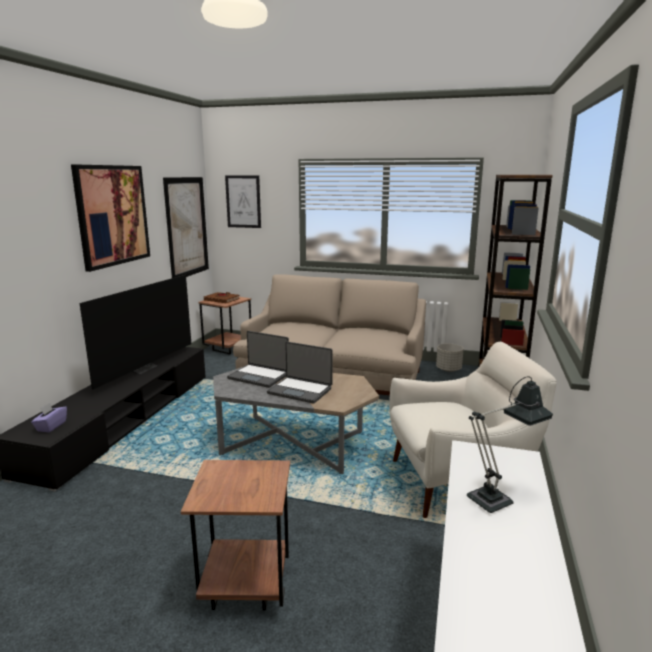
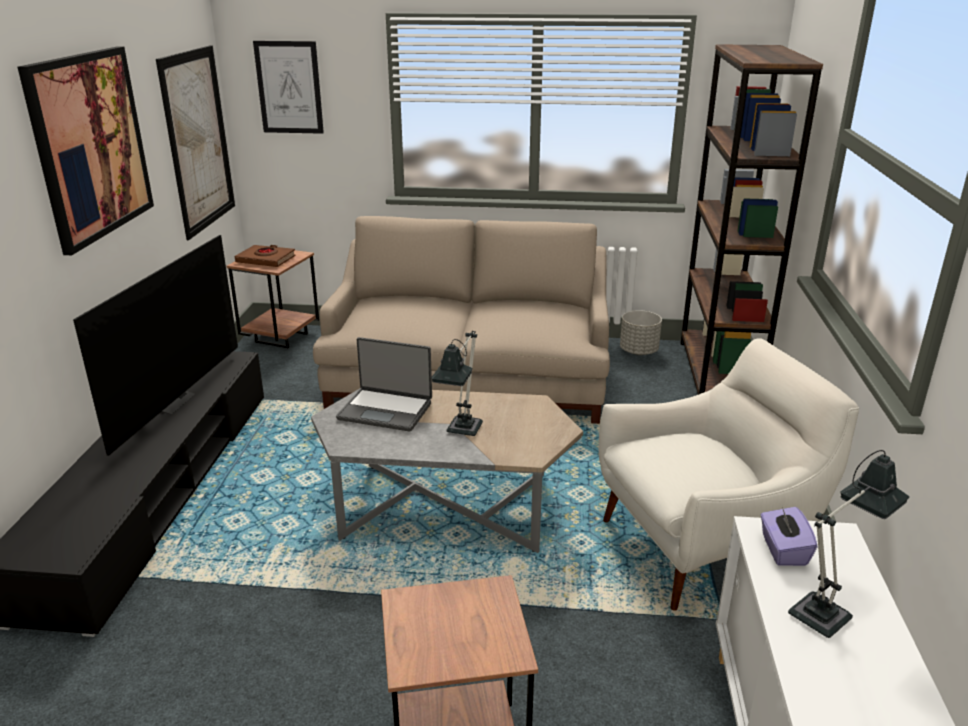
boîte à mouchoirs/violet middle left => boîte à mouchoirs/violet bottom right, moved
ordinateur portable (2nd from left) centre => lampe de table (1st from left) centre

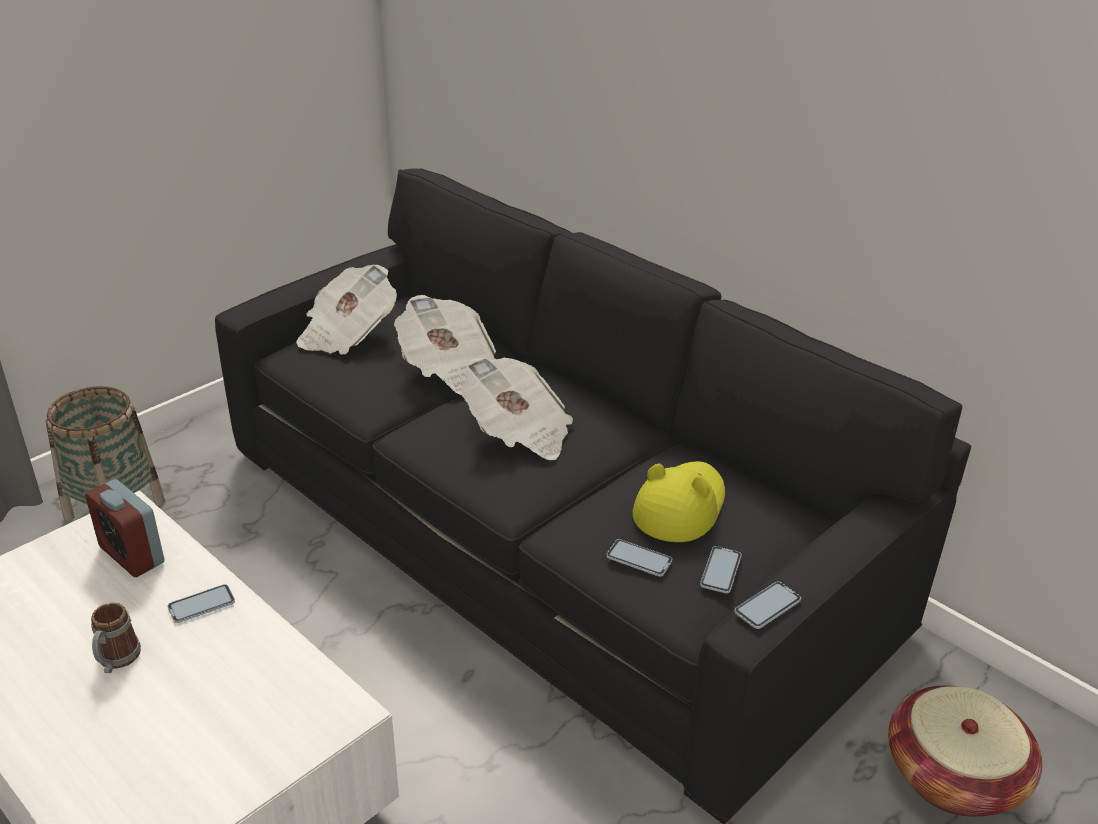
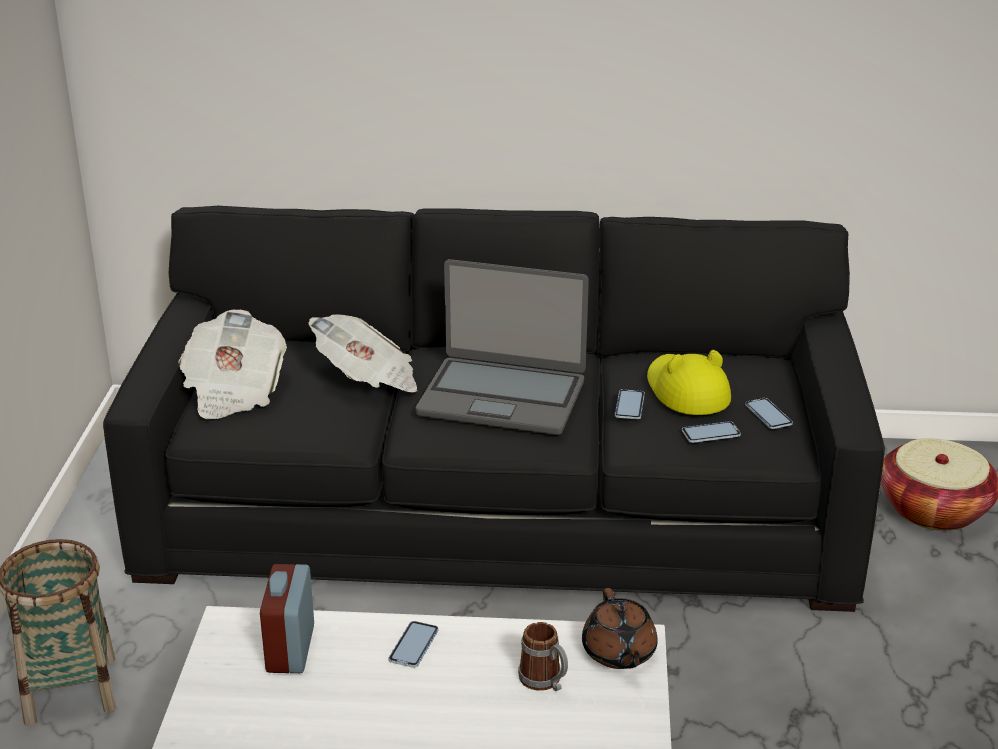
réveil middle left => réveil bottom left, 90 degrees clockwise
mug bottom left => mug bottom centre, moved
journal (3rd from left) centre => ordinateur portable centre
téléphone (4th from left in the first image) bottom right => téléphone (2nd from left) centre, moved
nothing => théière/marron bottom centre

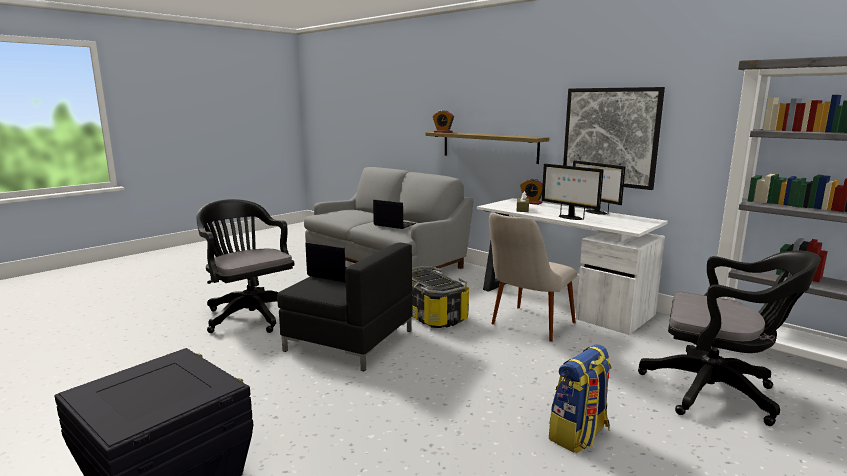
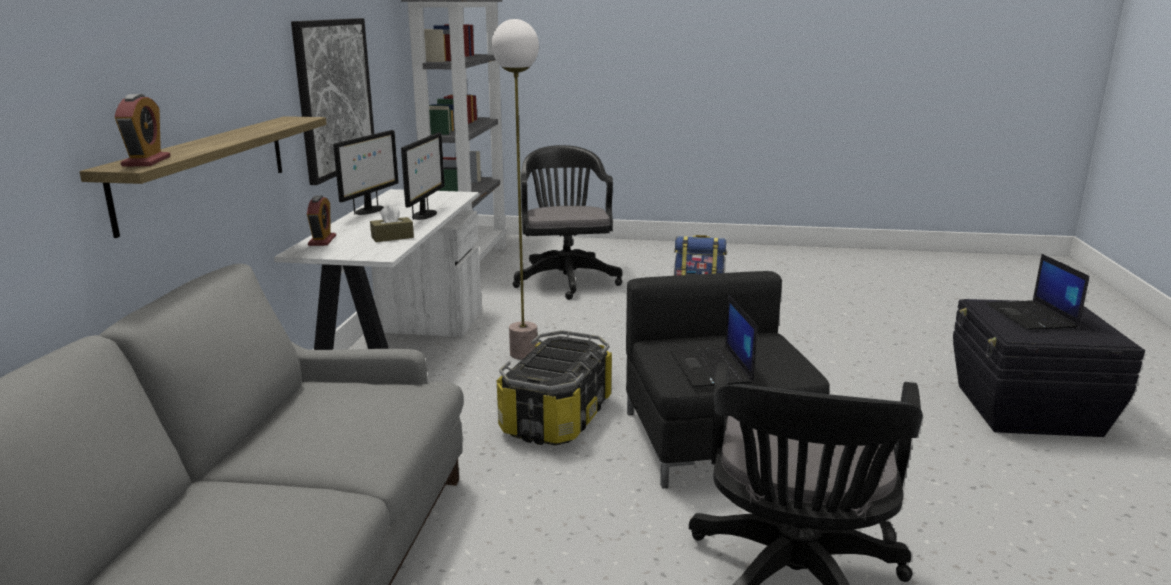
ordinateur portable (2nd from left) centre => ordinateur portable (2nd from left) middle right, moved
chaise/beige centre => lampadaire top centre

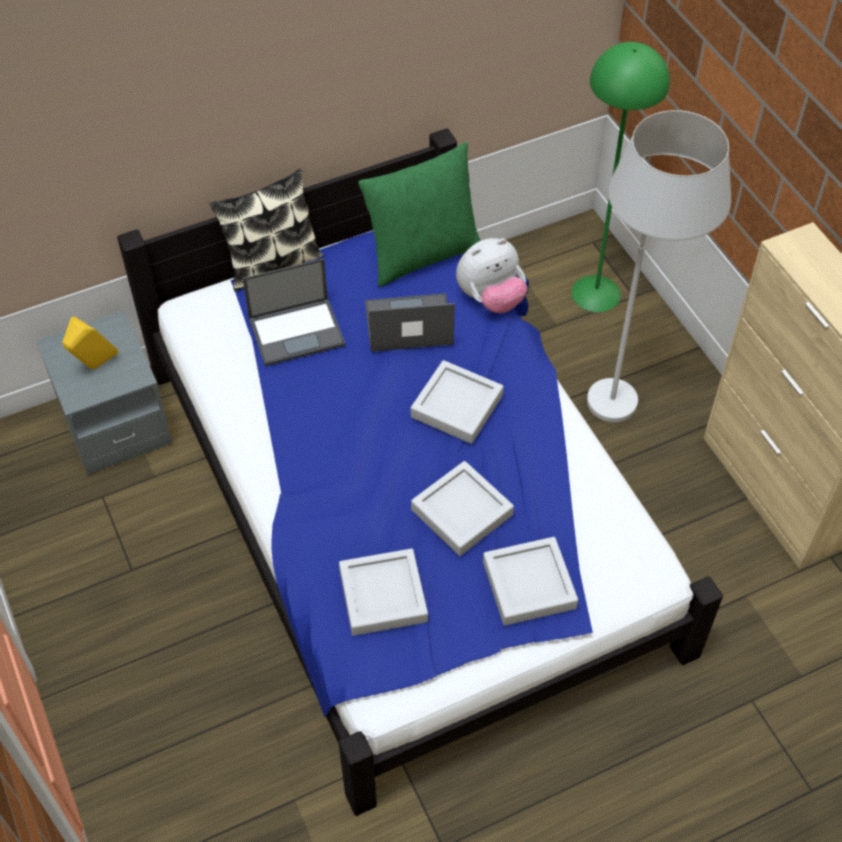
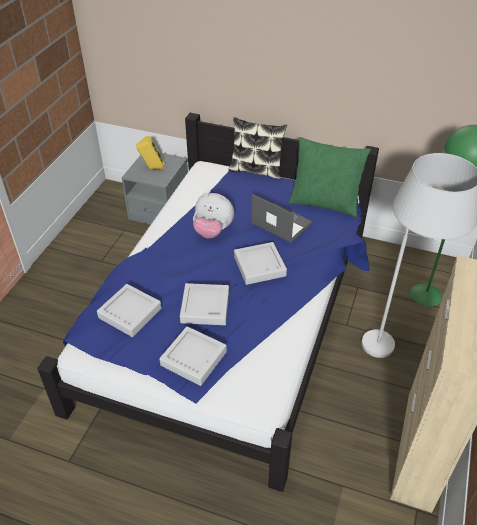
ordinateur portable (1st from left) centre => nothing
peluche top centre => peluche centre, moved

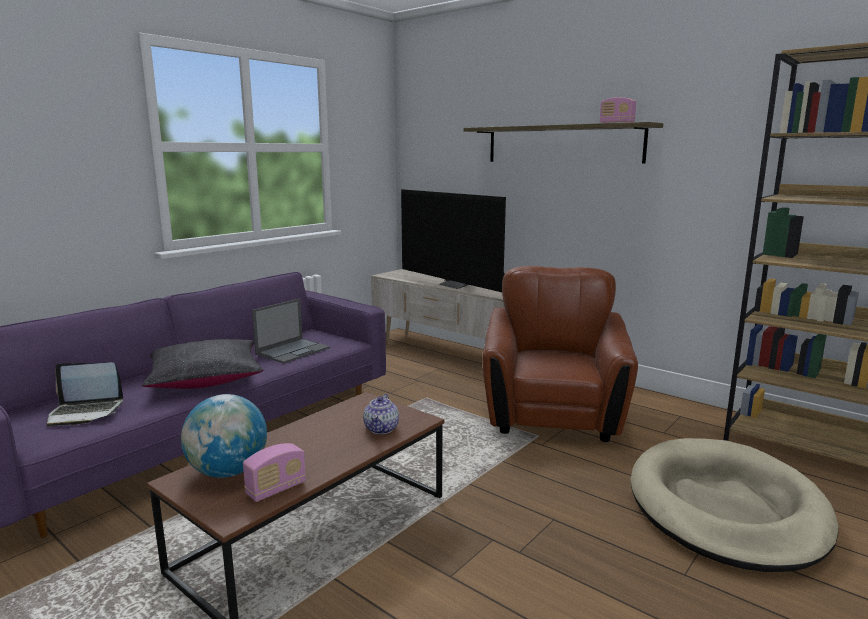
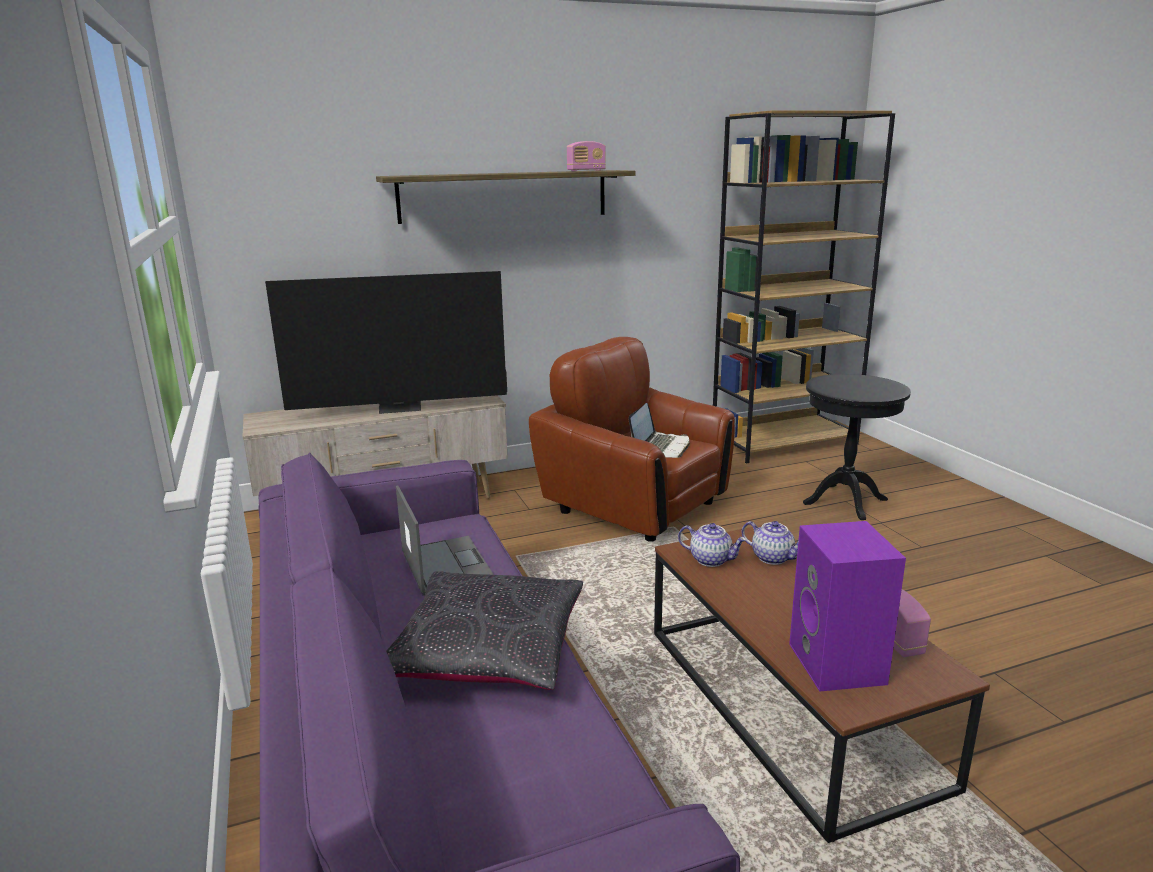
ordinateur portable (1st from left in the first image) middle left => ordinateur portable (2nd from left) centre, moved
globe bottom left => enceinte/violet bottom right
panier pour chien/beige bottom right => table d'appoint/noir middle right
nothing => théière (1st from left) centre

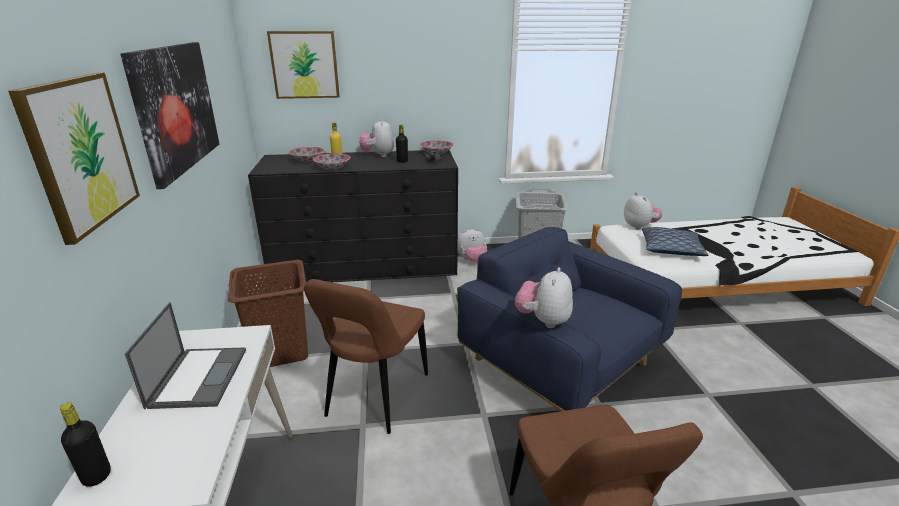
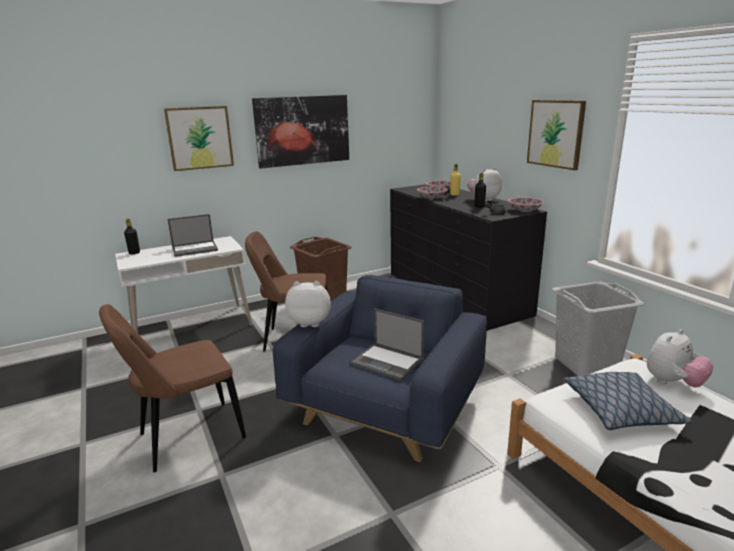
tableau (3rd from left) top centre => tableau (3rd from left) top right, moved
peluche (2nd from left) centre => nothing
nothing => ordinateur portable (2nd from left) centre

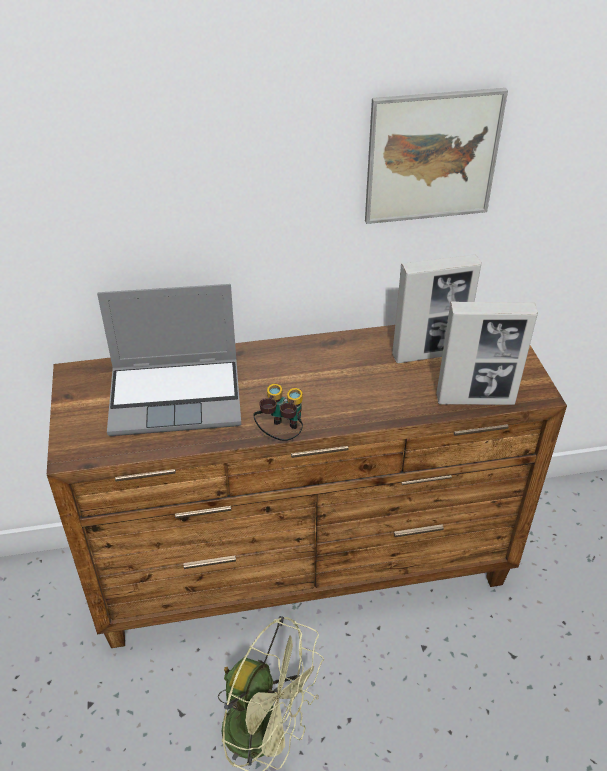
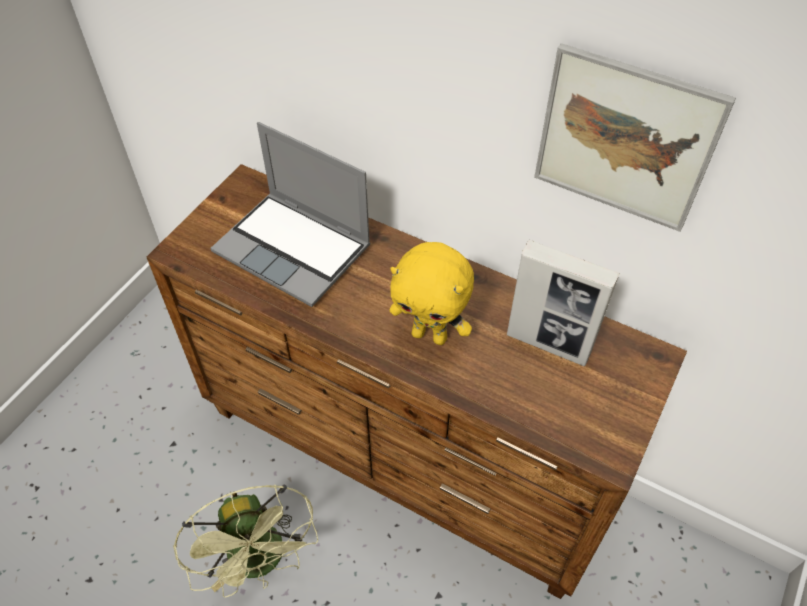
jumelles centre => nothing
cadre photo (2nd from left) middle right => nothing
nothing => peluche/jaune centre

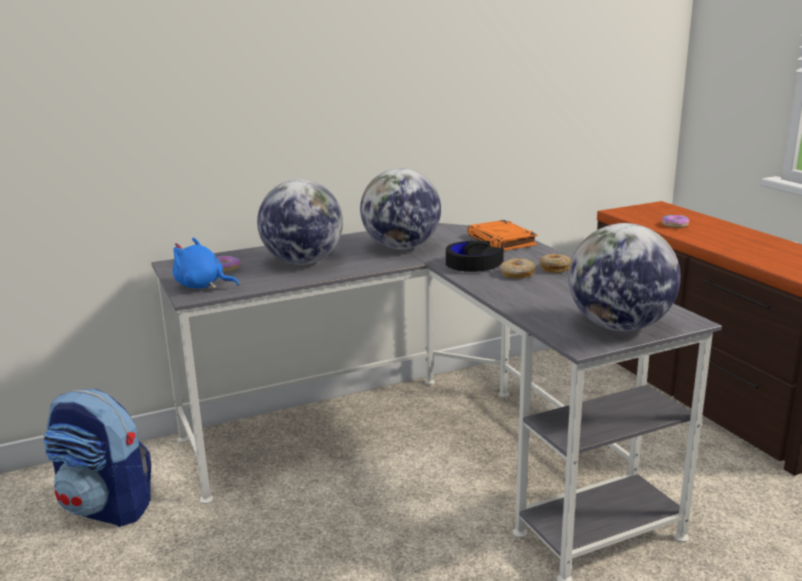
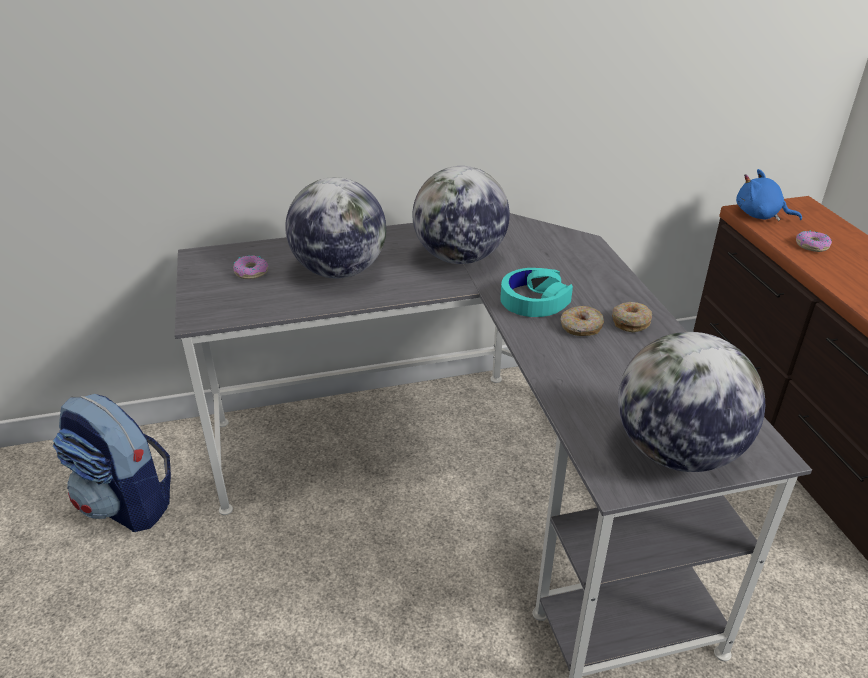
peluche/bleu middle left => peluche/bleu top right, moved
casque audio/noir centre => casque audio/turquoise centre
livre/orange centre => nothing

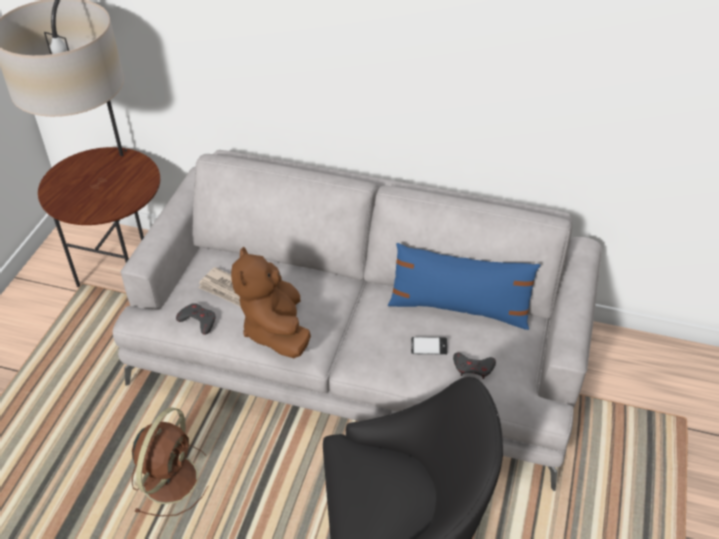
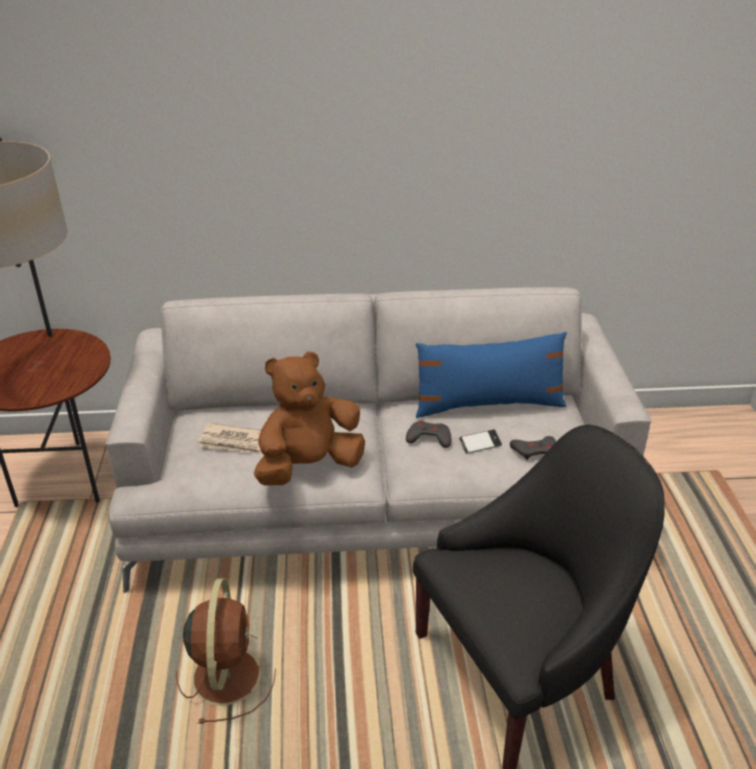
manette/gris (1st from left) middle left => manette/gris (1st from left) centre, moved
peluche/marron centre, 90 degrees clockwise

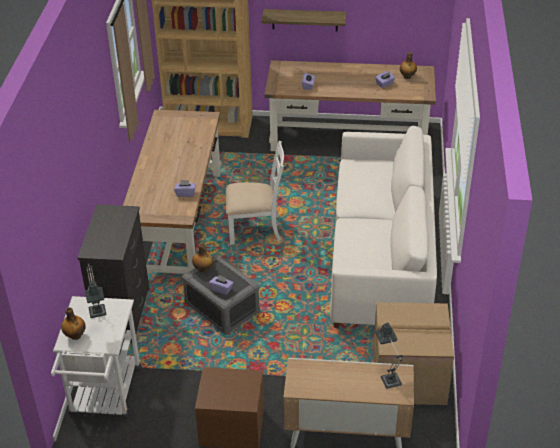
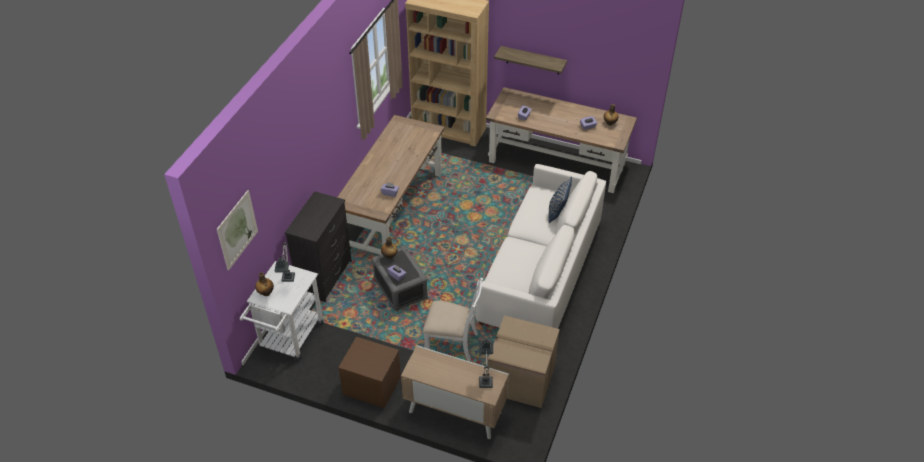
chaise/blanc centre => chaise/blanc bottom centre, moved
nothing => tableau middle left
nothing => coussin/bleu centre

